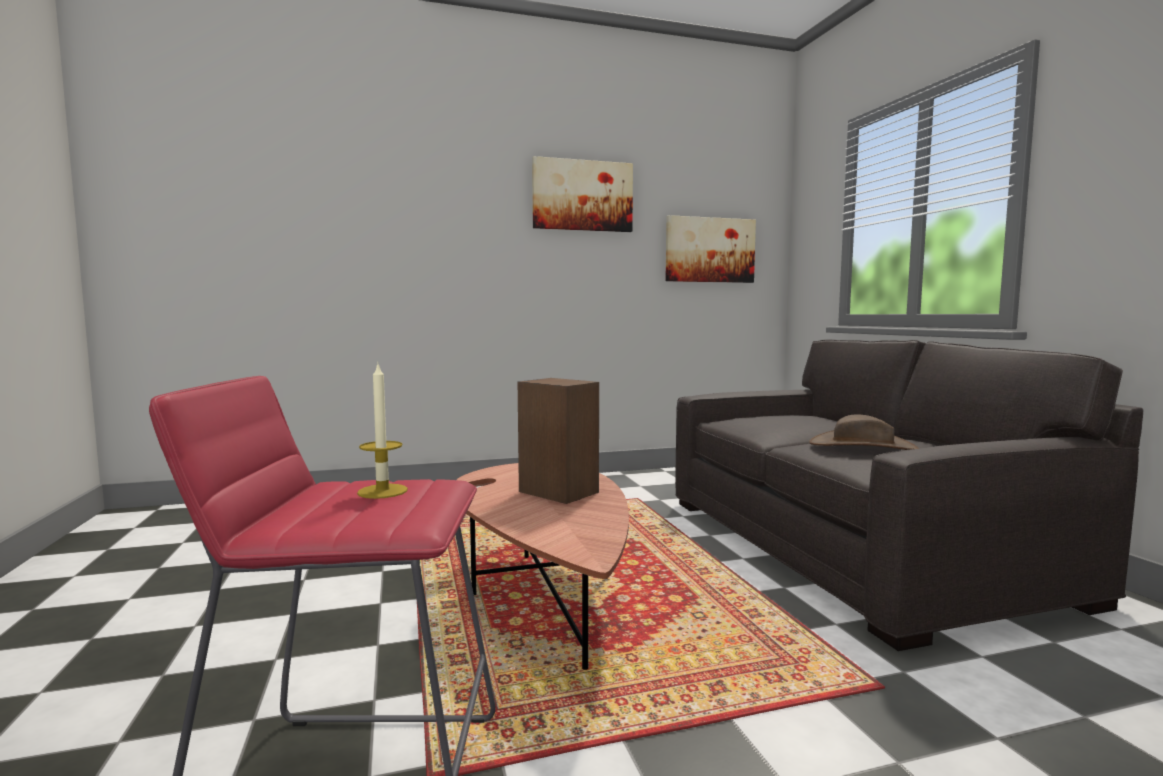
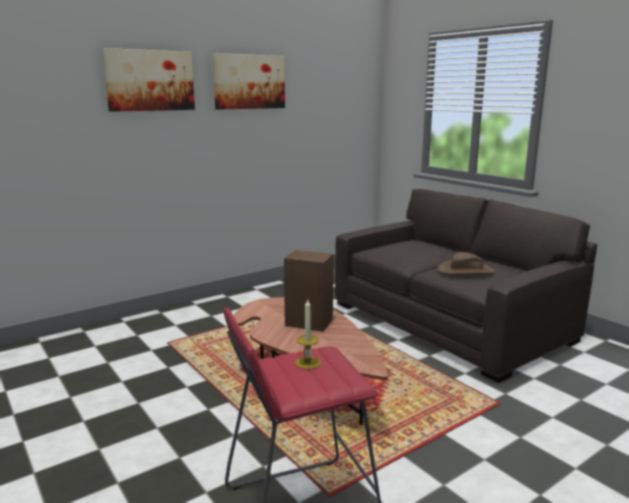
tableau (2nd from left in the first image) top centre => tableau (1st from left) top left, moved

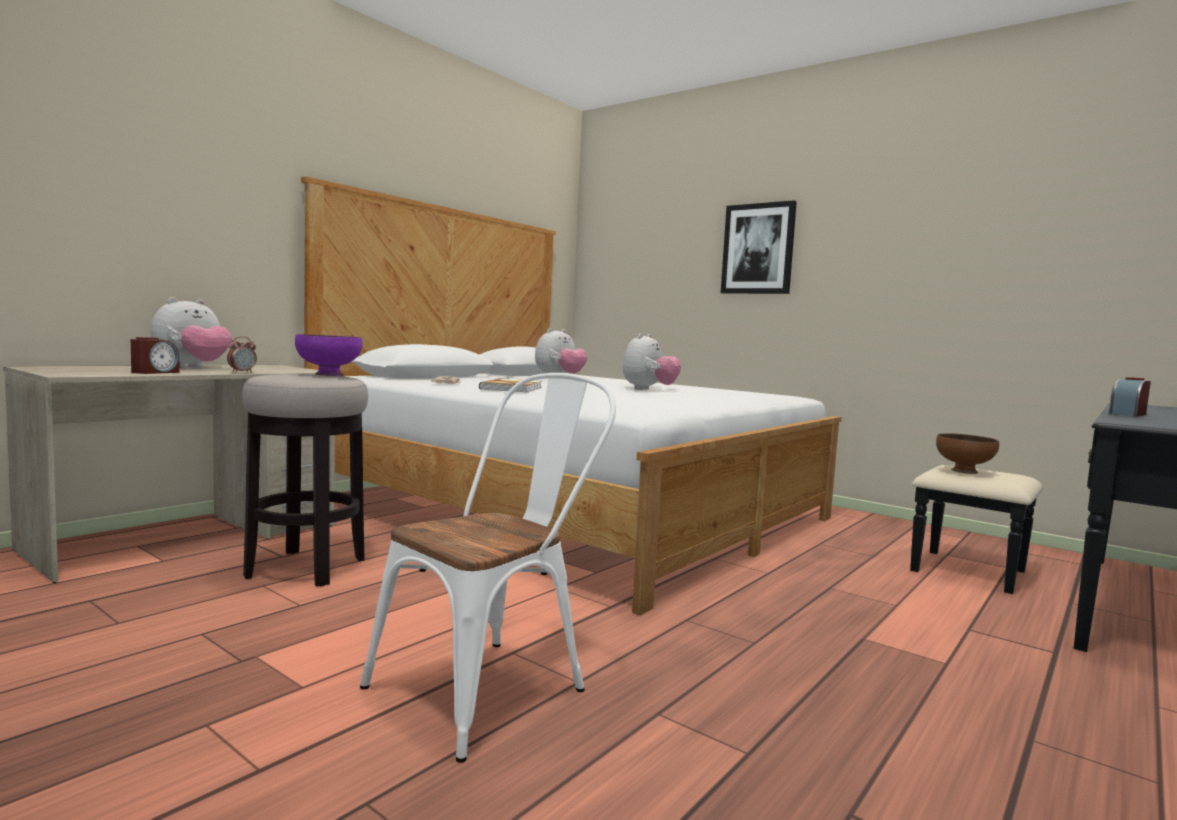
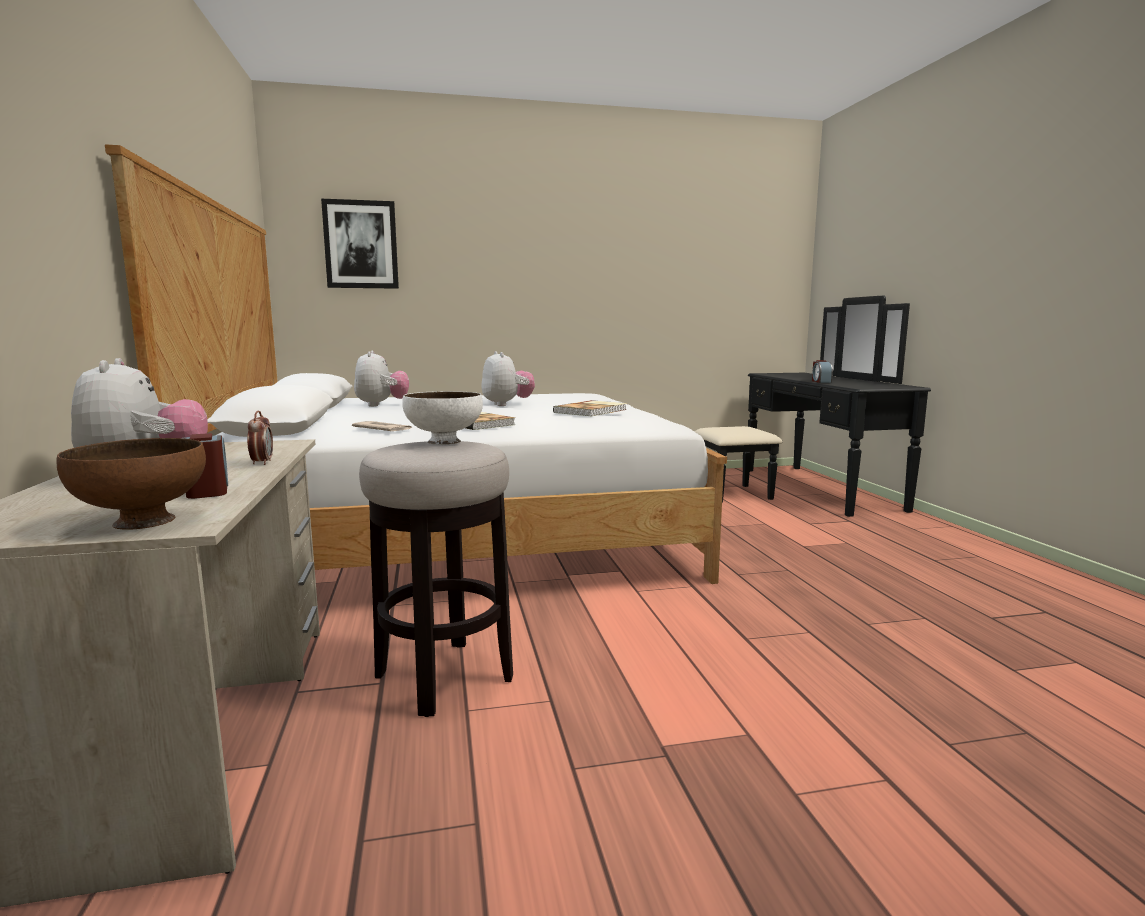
bol/violet middle left => bol/blanc centre
chaise/blanc bottom centre => nothing
tableau top centre => tableau top left, moved
bol/marron middle right => bol/marron middle left, moved
nothing => livre (2nd from left) centre

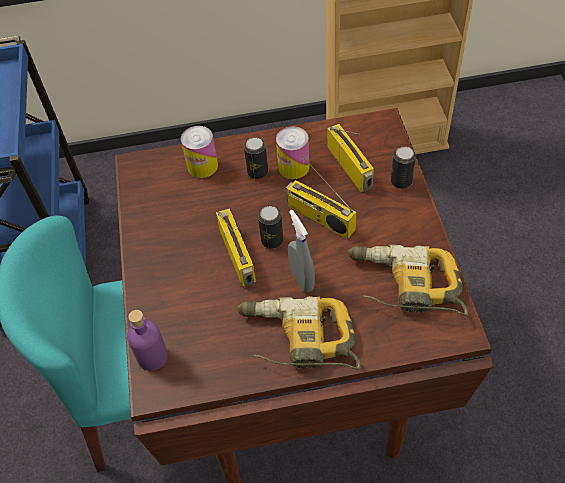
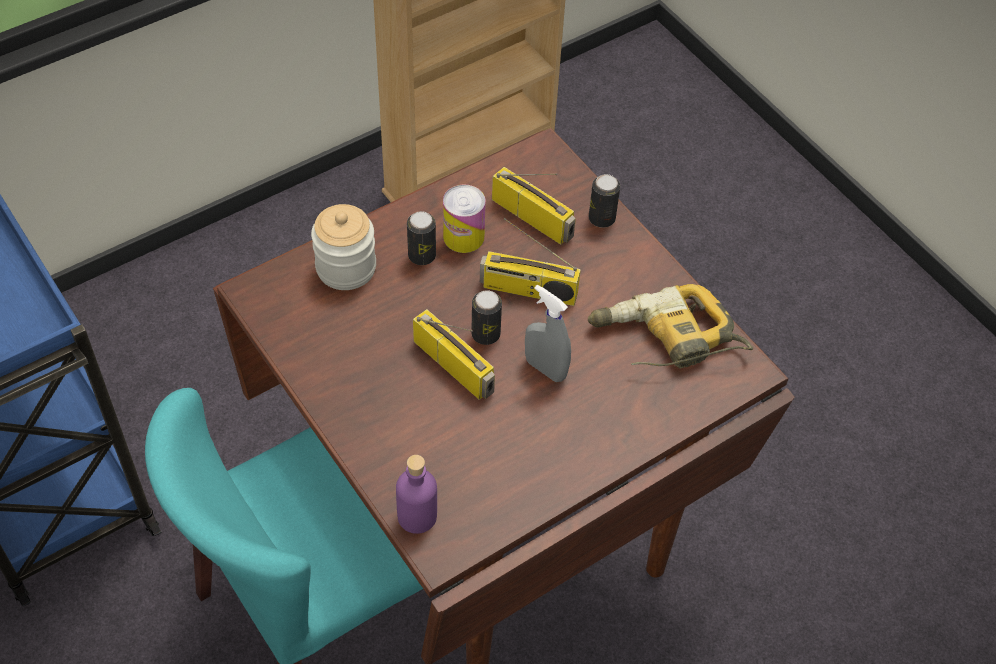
boîte métallique (1st from left) top centre => bocal centre
perceuse (1st from left) bottom centre => nothing

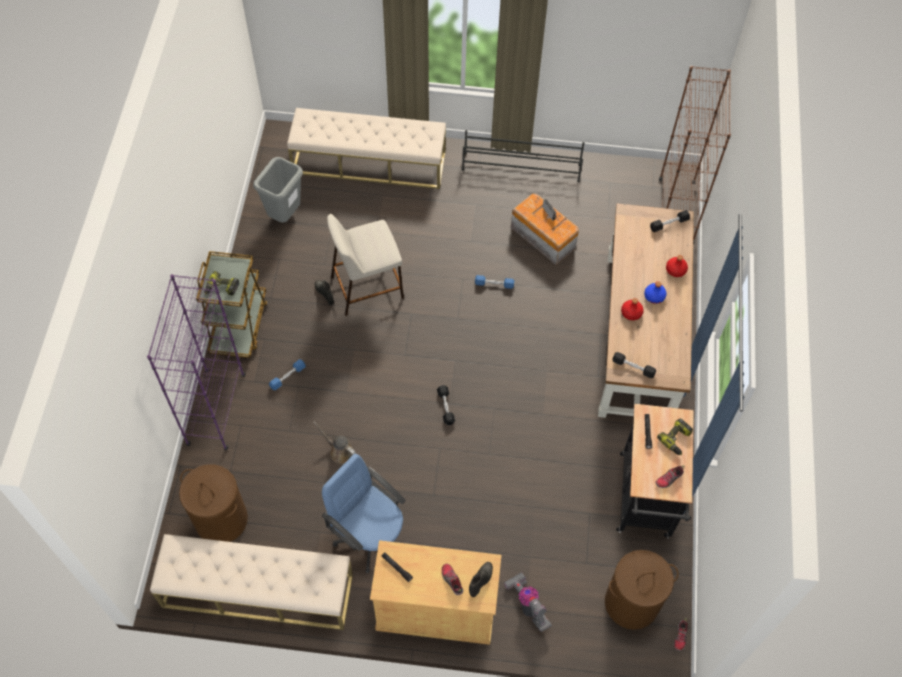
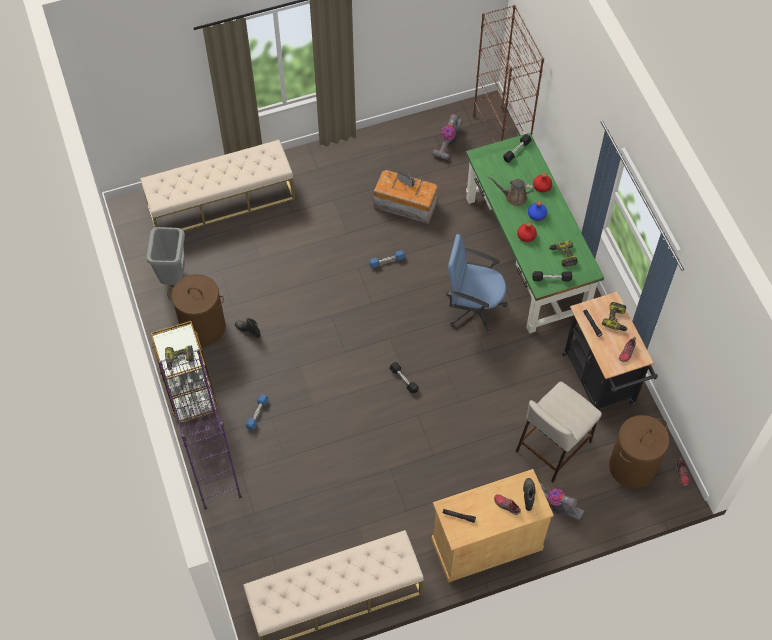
panier à linge/marron (1st from left) bottom left => panier à linge/marron (1st from left) middle left, moved
arrosoir/marron centre => arrosoir/marron top centre, moved
chaise de bureau/bleu bottom centre => chaise de bureau/bleu centre, moved
tabouret/beige centre => tabouret/beige bottom right, moved
étagère à chaussures/noir top centre => nothing
bureau/marron middle right => bureau/vert middle right
nothing => aspirateur (1st from left) top centre
nothing => perceuse (2nd from left) middle right

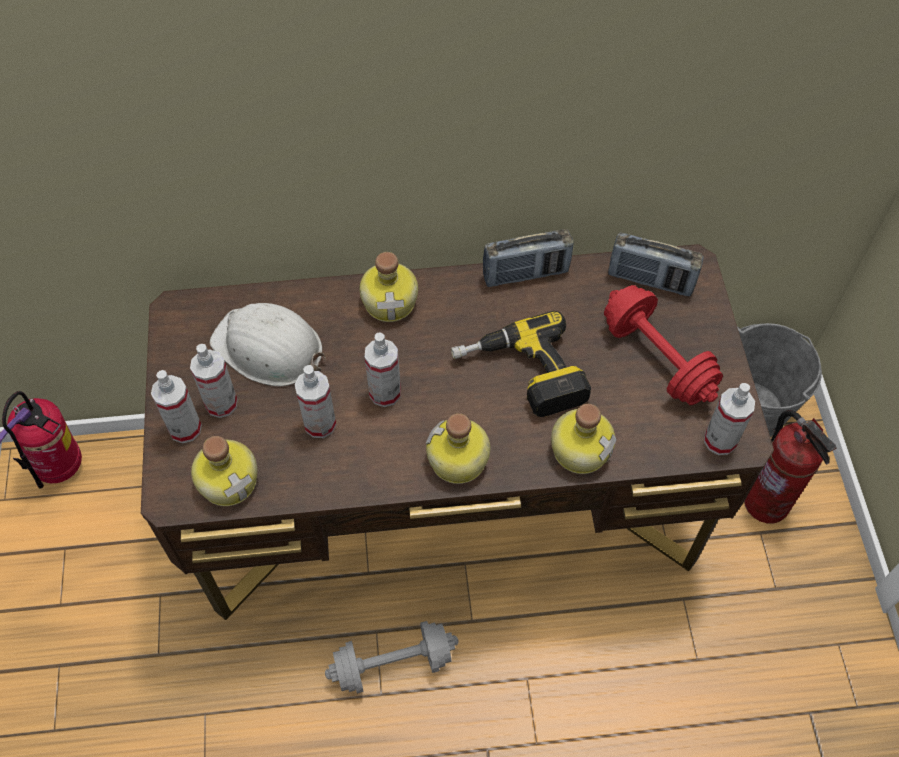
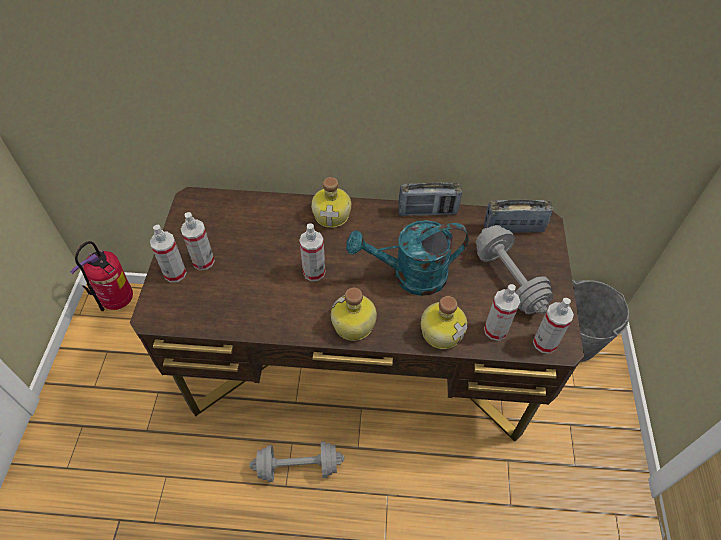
bouteille (1st from left) middle left => nothing
casque de chantier/blanc middle left => nothing
vaporisateur (3rd from left in the first image) centre => vaporisateur (4th from left) middle right, moved
perceuse centre => arrosoir/turquoise centre
haltère/rouge middle right => haltère/gris (2nd from left) middle right
radio (2nd from left) middle right, 150 degrees clockwise
extincteur (2nd from left) middle right => nothing

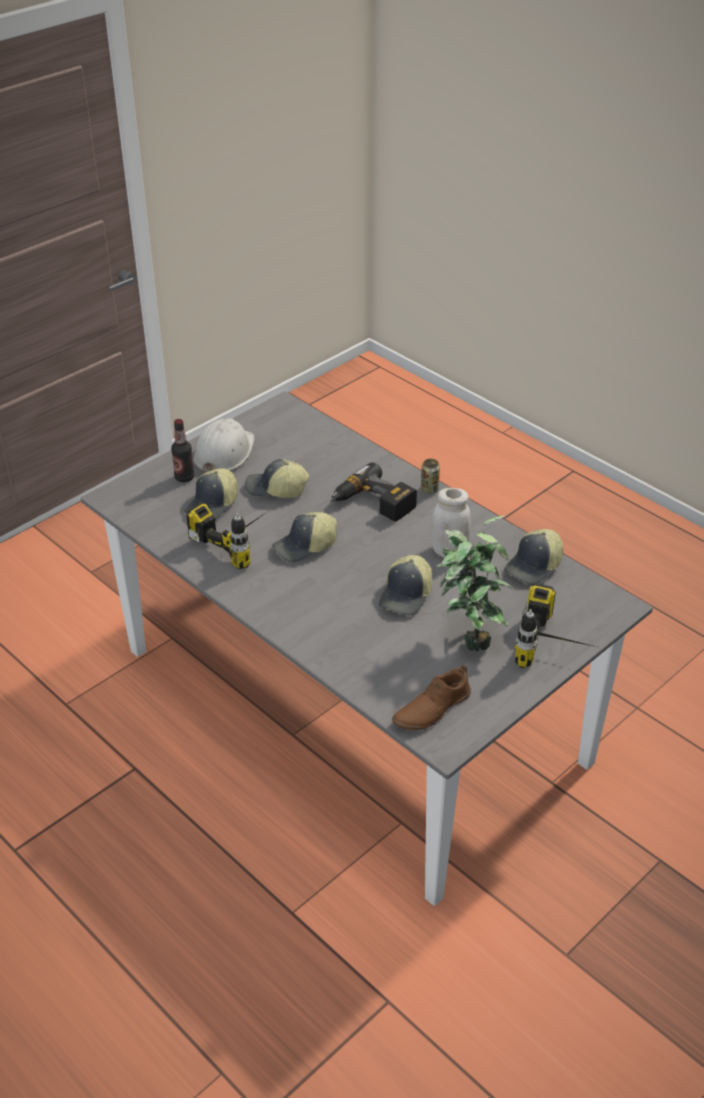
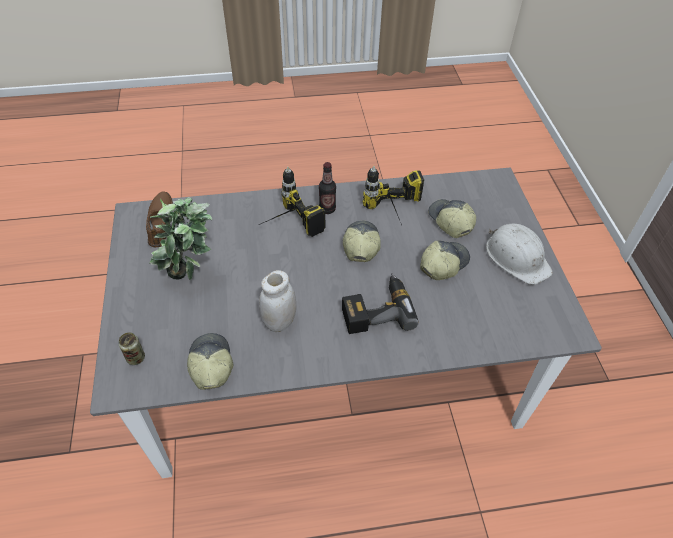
bouteille middle left => bouteille centre, moved
casquette (4th from left) centre => nothing
boîte métallique centre => boîte métallique middle left, moved
perceuse (3rd from left in the first image) middle right => perceuse (1st from left) centre, moved

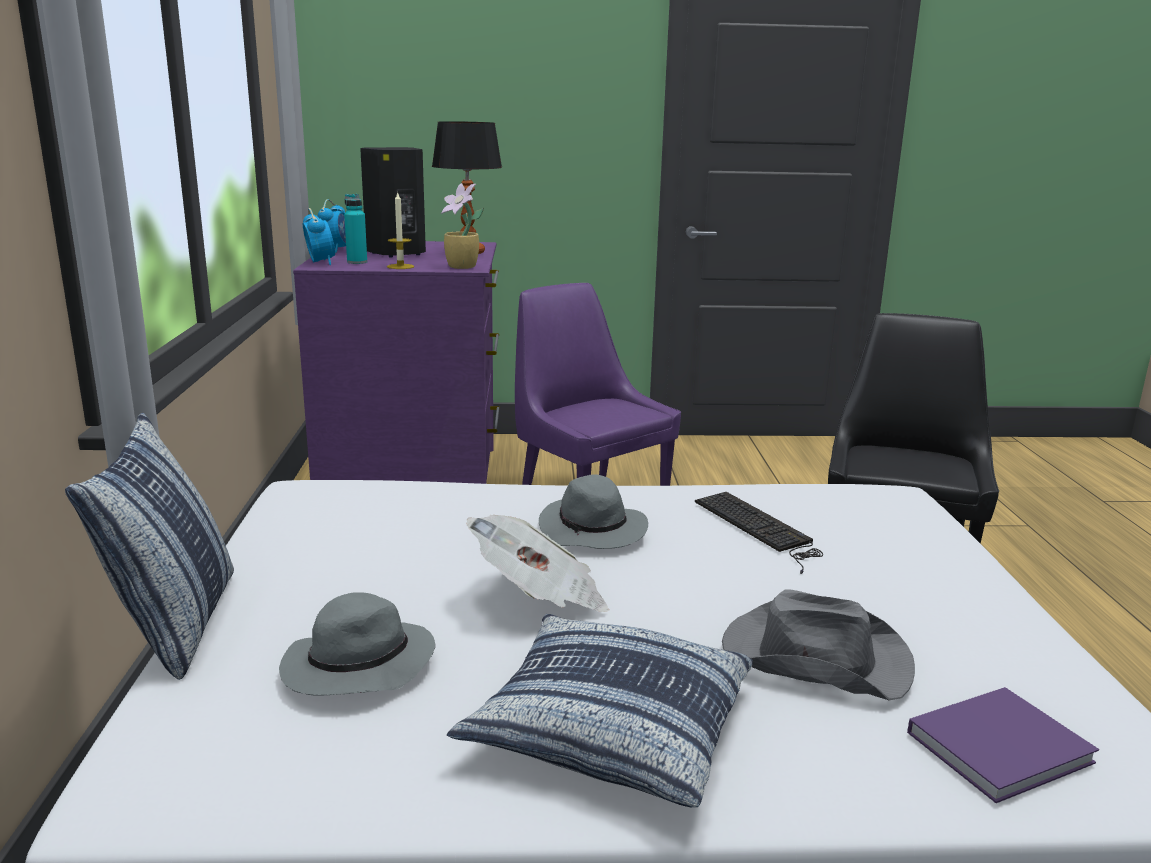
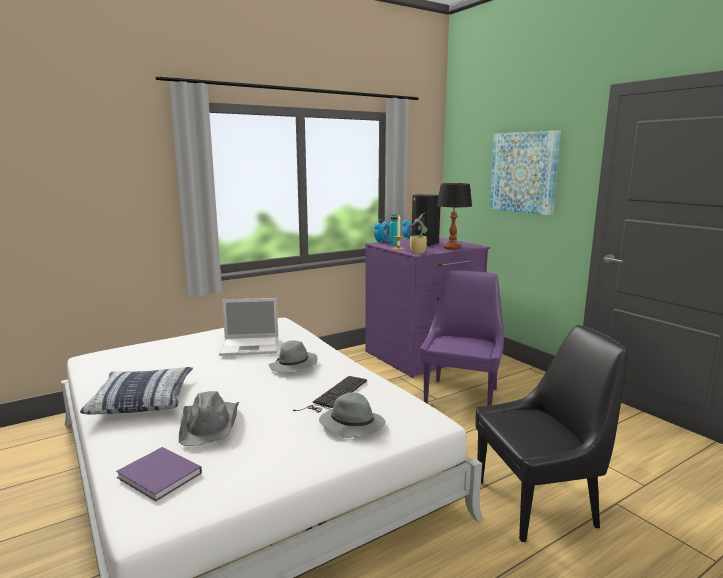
coussin (1st from left) middle left => nothing
chapeau/gris (1st from left in the first image) bottom left => chapeau/gris (3rd from left) bottom centre, moved
journal centre => nothing
nothing => ordinateur portable centre
nothing => tableau top right

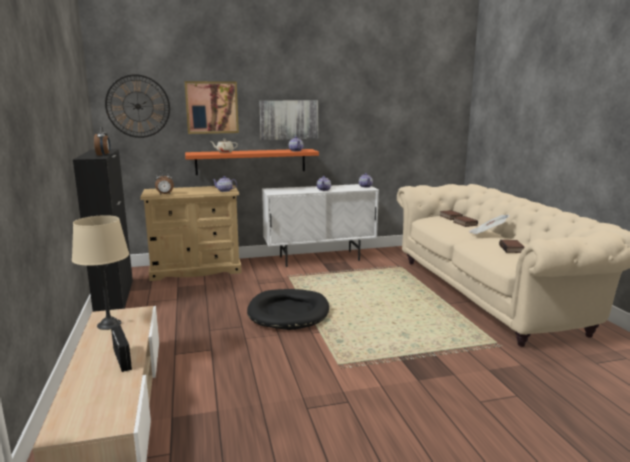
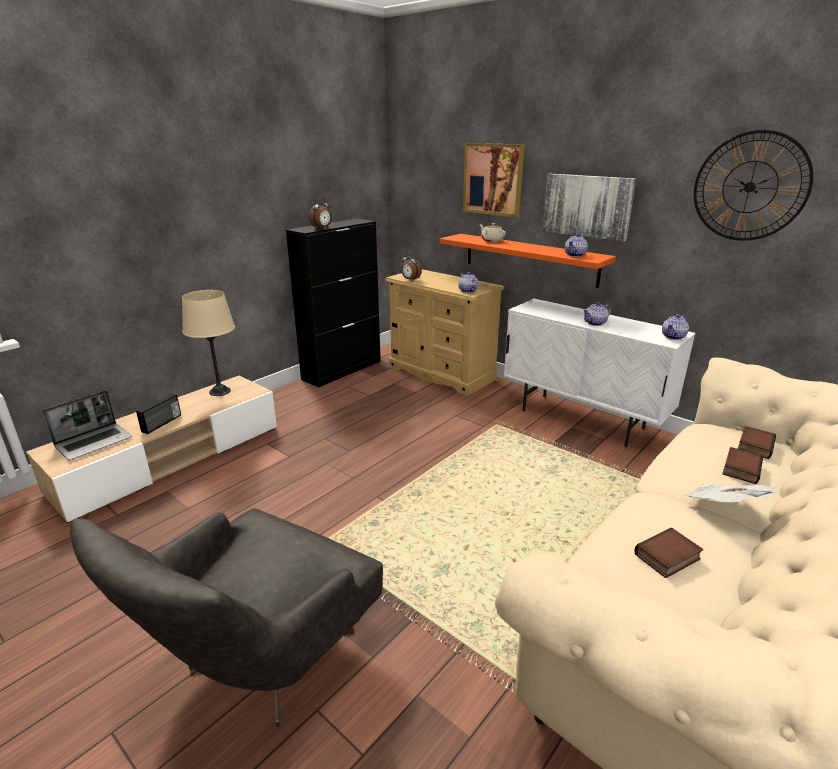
horloge murale top left => horloge murale top right, moved
panier pour chien/noir bottom centre => nothing
nothing => ordinateur portable middle left
nothing => fauteuil/gris bottom left

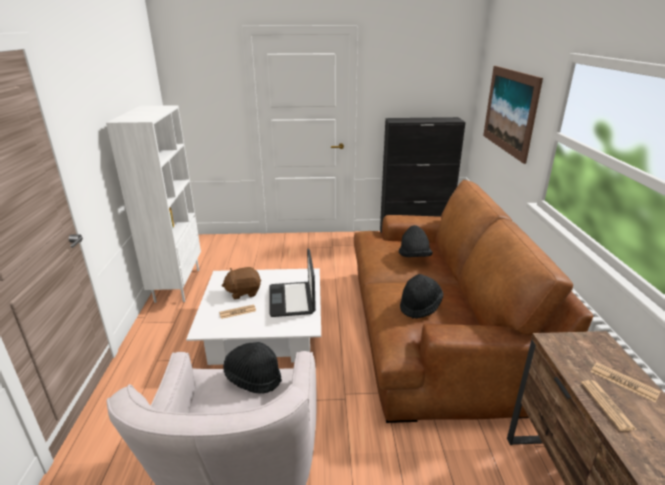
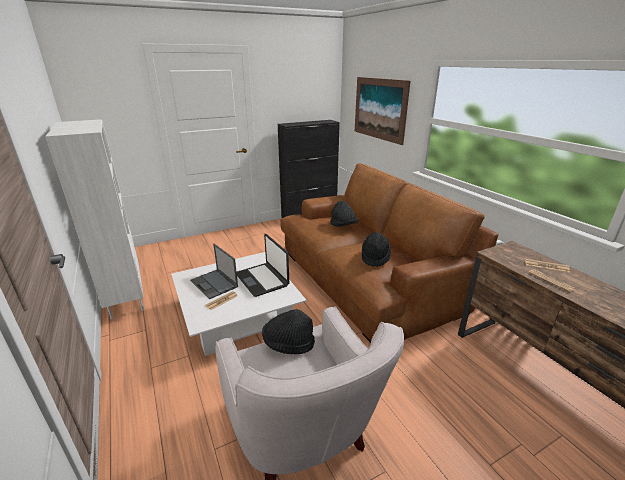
peluche/marron centre => ordinateur portable (1st from left) centre

